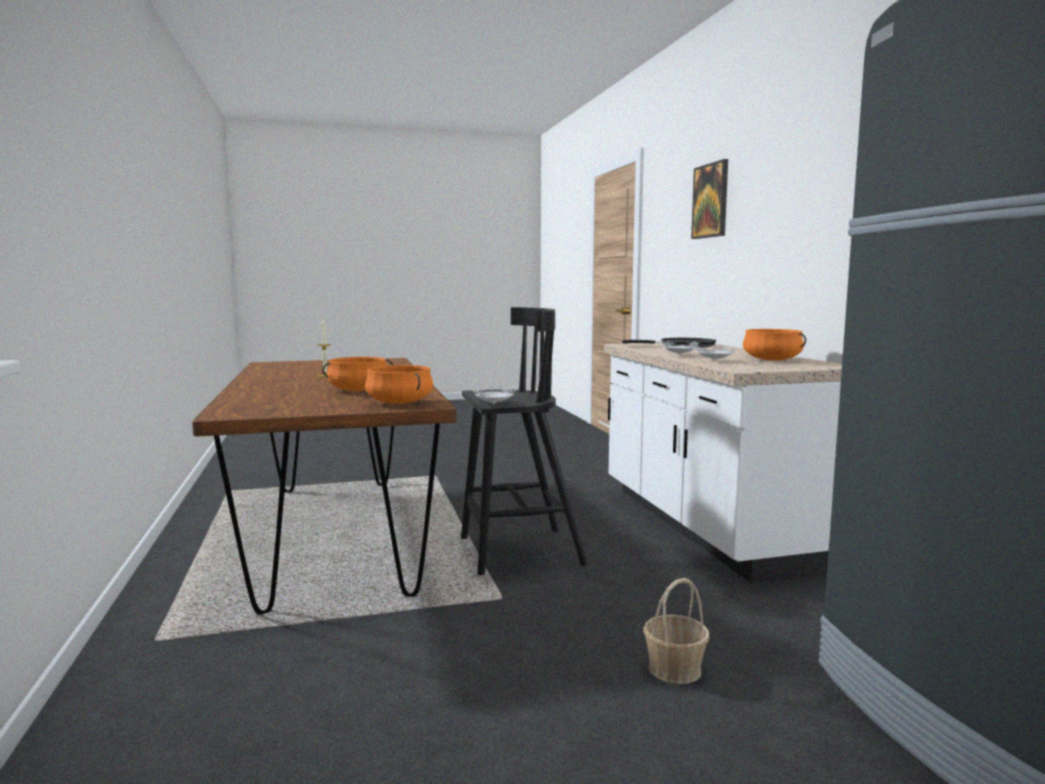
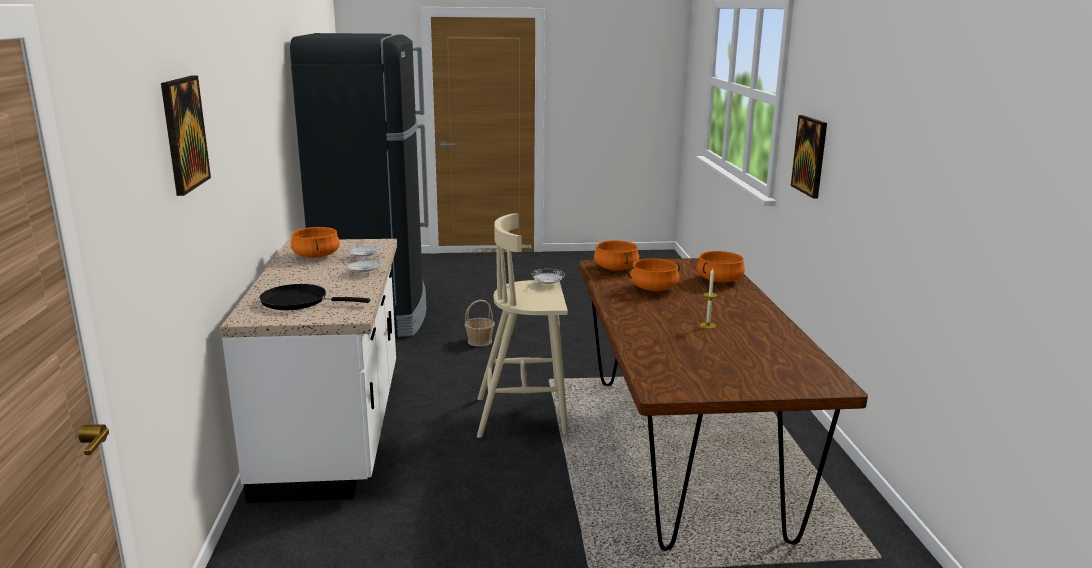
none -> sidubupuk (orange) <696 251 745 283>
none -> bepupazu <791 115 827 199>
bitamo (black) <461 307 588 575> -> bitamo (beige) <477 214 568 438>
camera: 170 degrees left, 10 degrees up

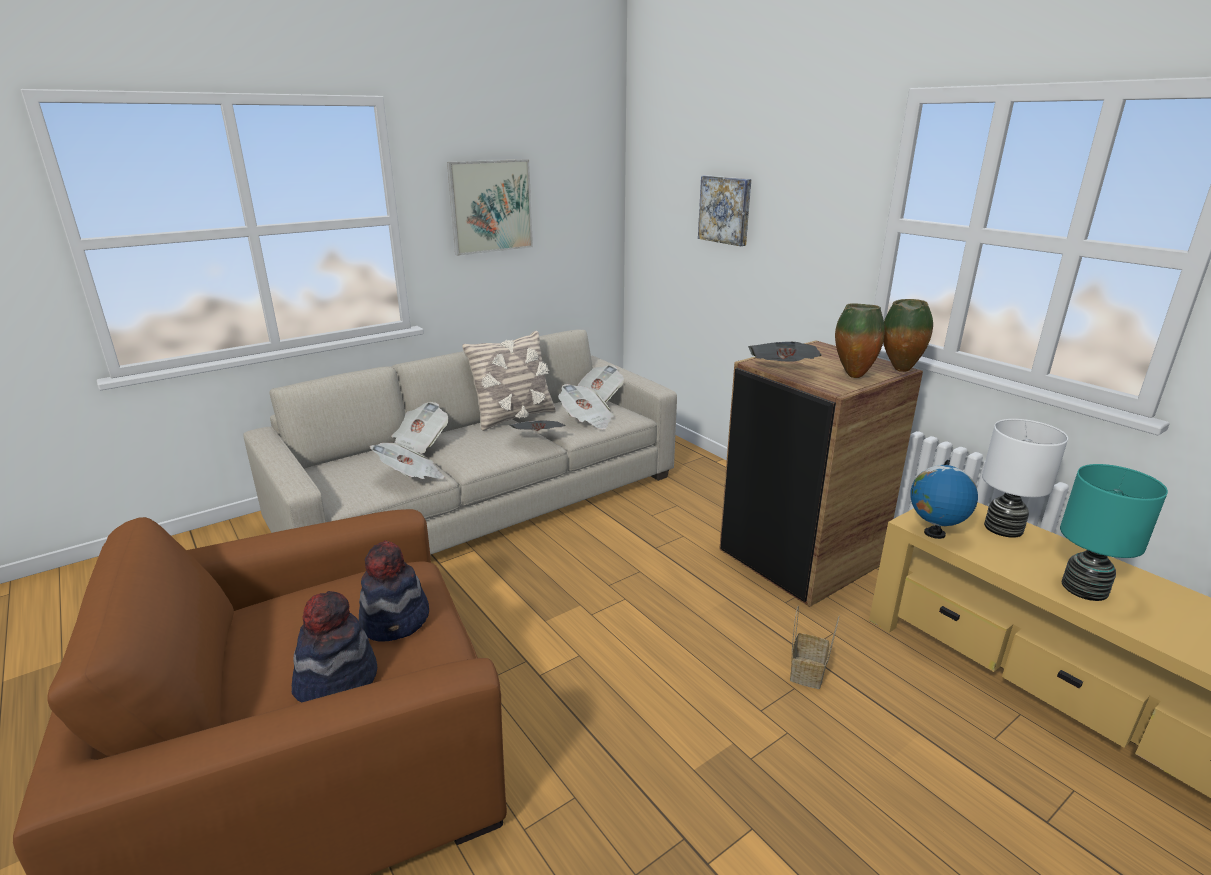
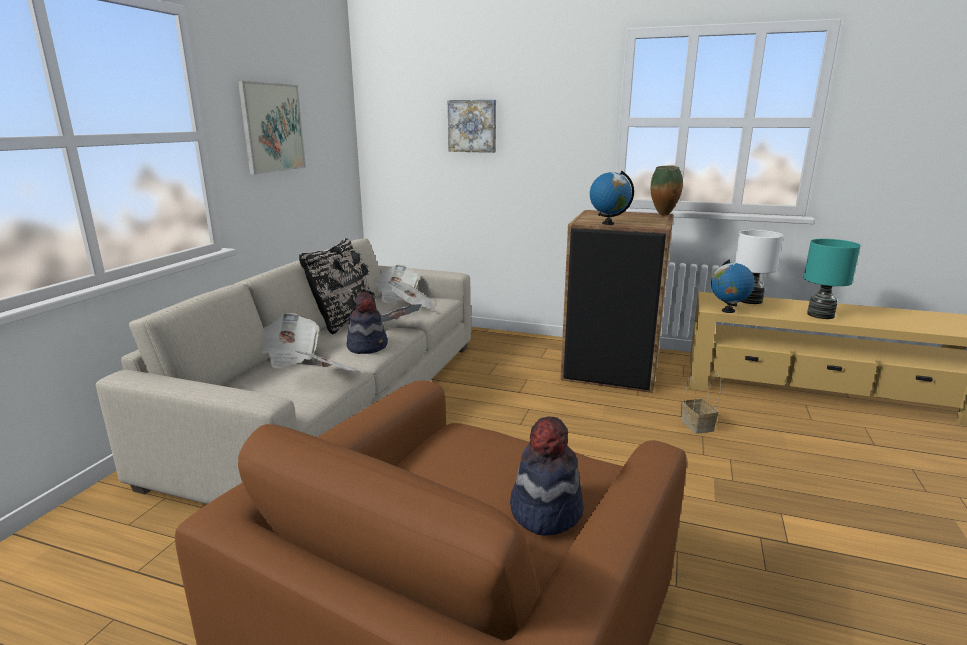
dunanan <835 303 885 378> -> none
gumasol <359 540 429 642> -> gumasol <347 292 388 354>, shifted
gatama <748 342 822 362> -> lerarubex <590 170 634 225>
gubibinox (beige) <462 331 556 431> -> gubibinox (black) <299 238 375 334>
camera: 35 degrees left, 5 degrees down

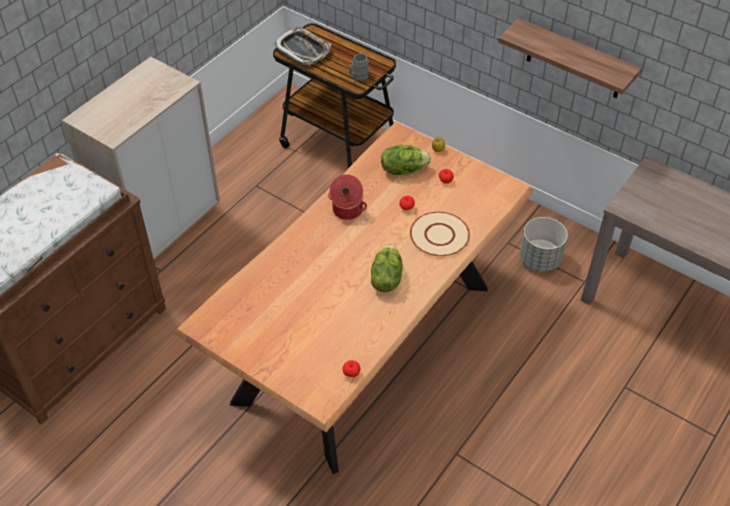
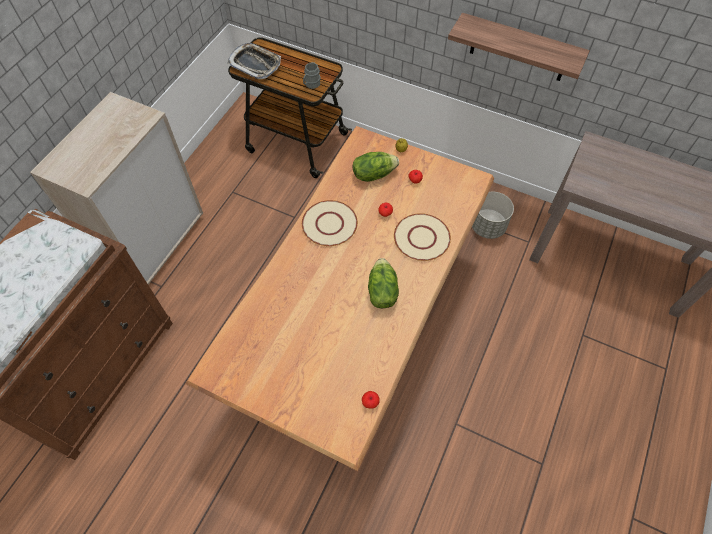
sidubupuk <328 174 367 220> -> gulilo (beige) <302 200 358 246>
camera: 10 degrees left, 10 degrees up

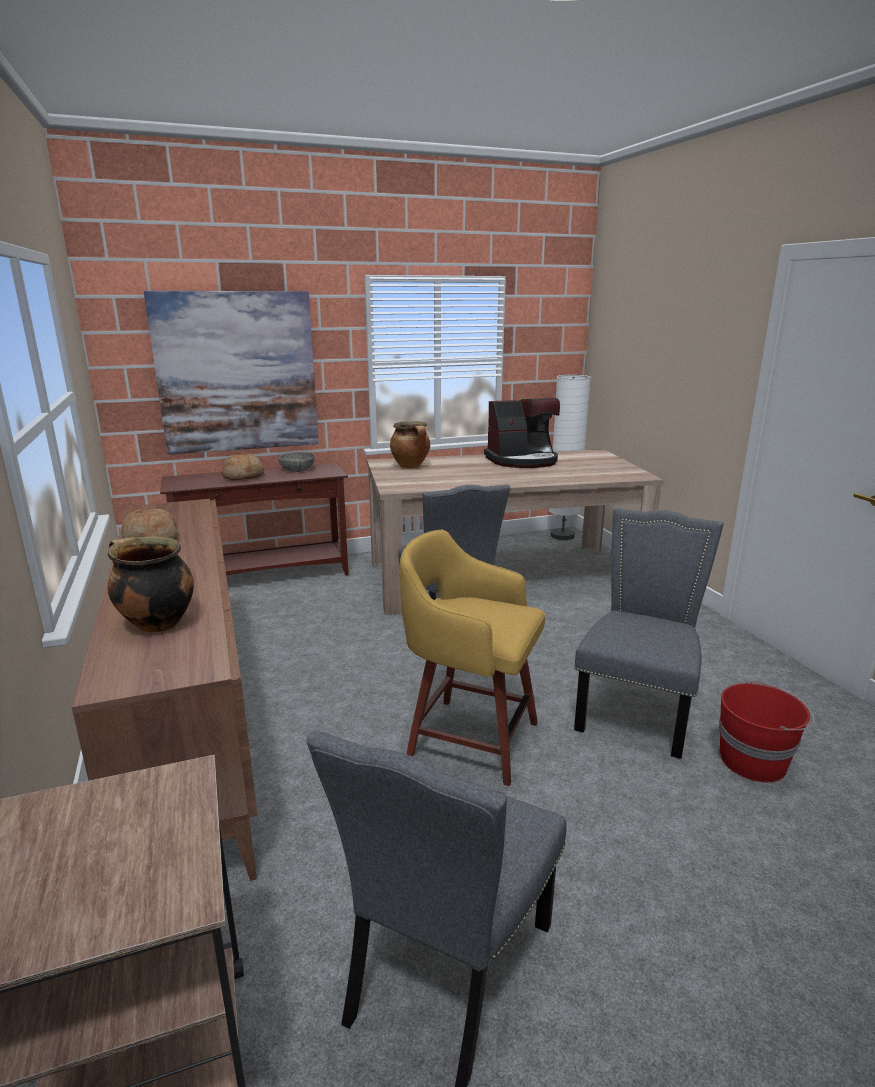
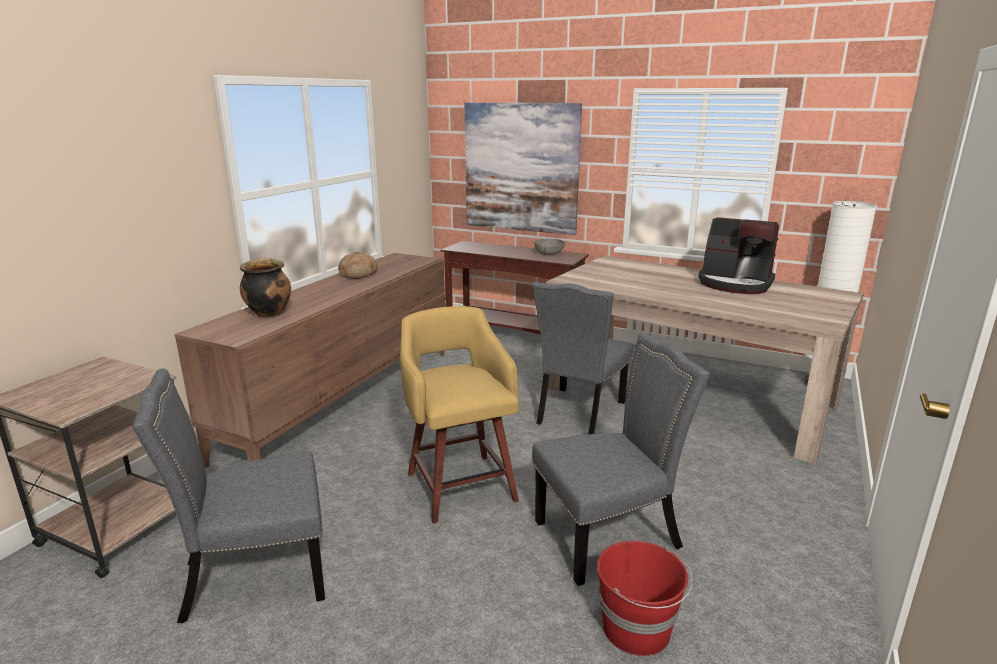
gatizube <222 453 264 480> -> none
sidubupuk <390 421 430 468> -> none
camera: 45 degrees right, 0 degrees up

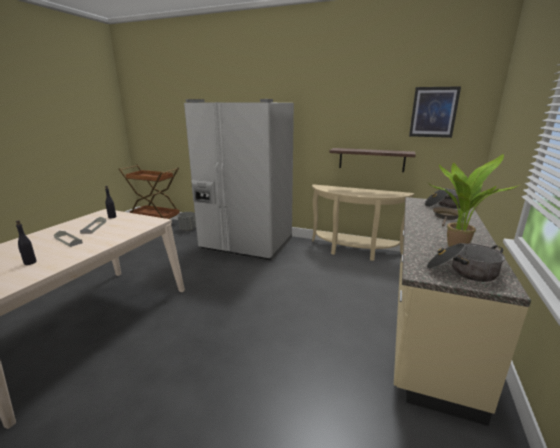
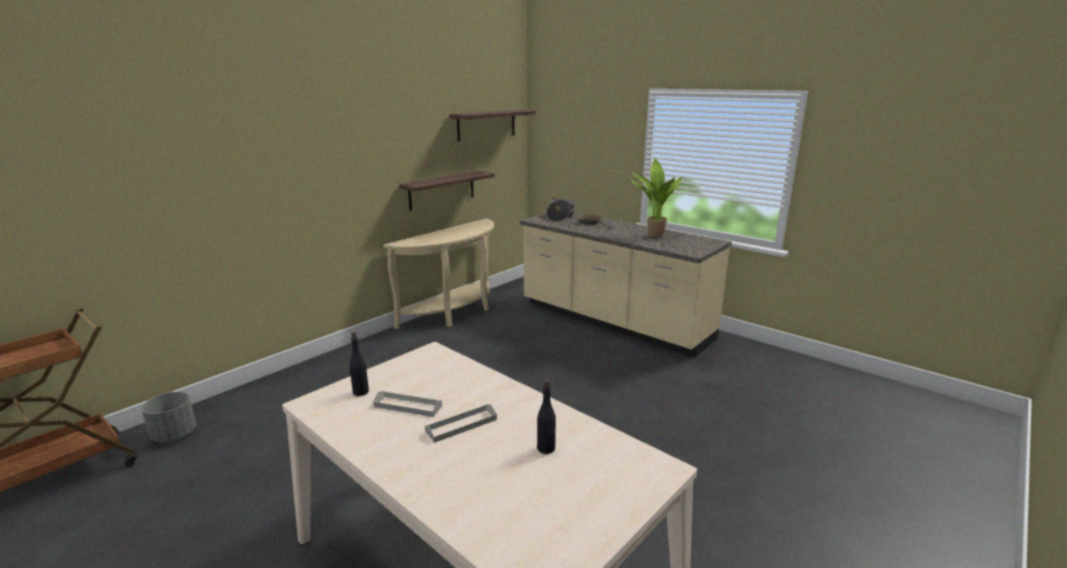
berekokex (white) <184 99 294 261> -> none
sidubupuk <426 243 505 282> -> none
bepupazu <409 86 461 138> -> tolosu <449 110 536 141>
camera: 70 degrees left, 0 degrees up

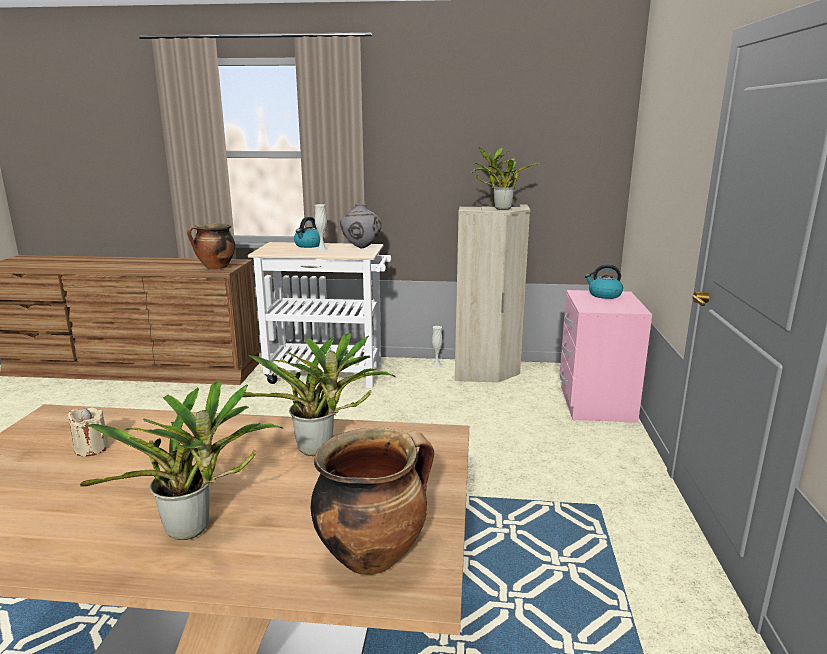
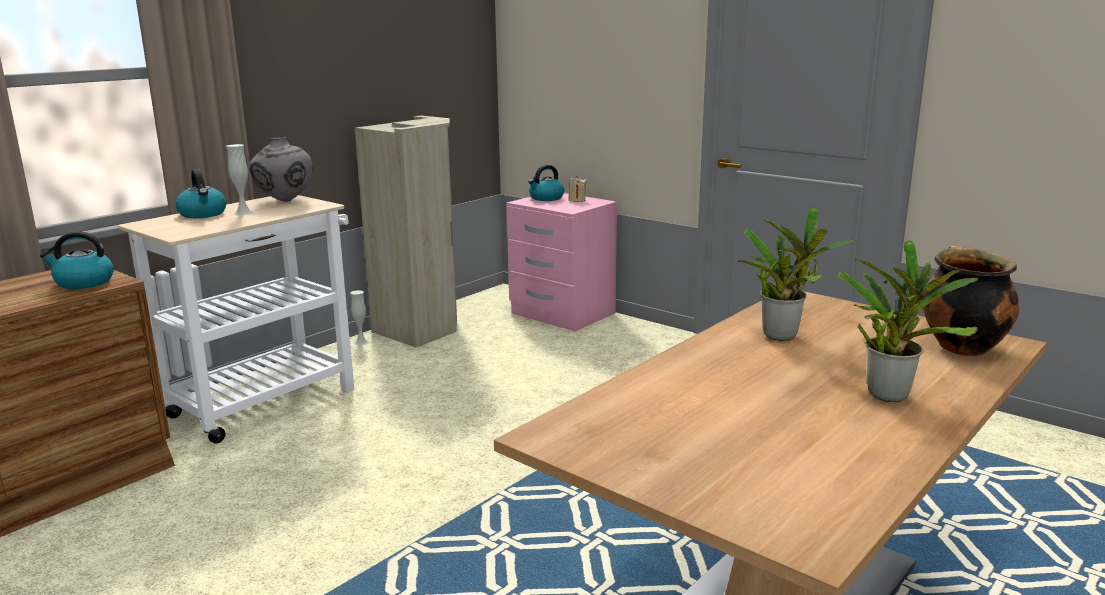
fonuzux <471 147 540 210> -> none
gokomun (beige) <68 408 109 456> -> gokomun (beige) <568 176 586 202>, shifted
sidubupuk <187 223 235 269> -> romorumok <40 231 114 289>
camera: 55 degrees left, 0 degrees up

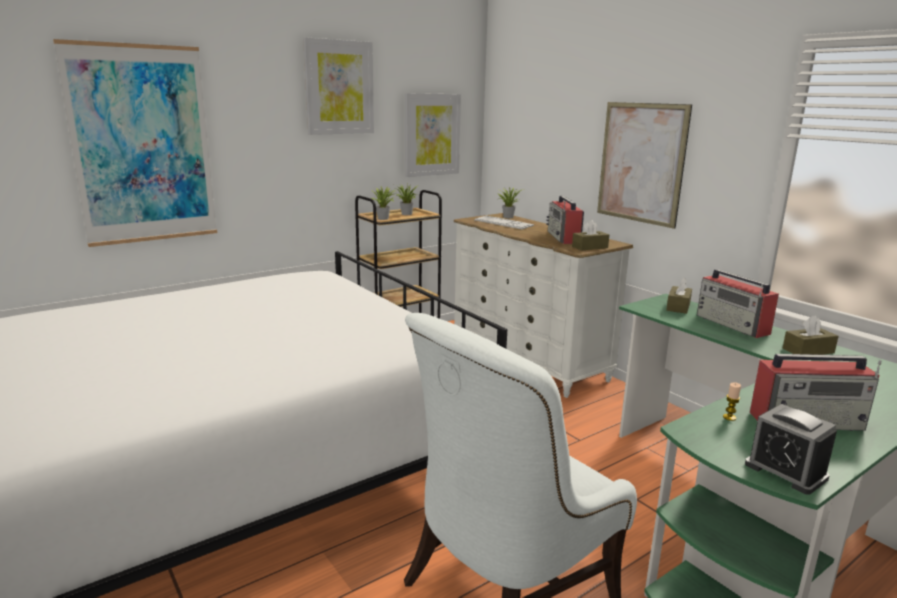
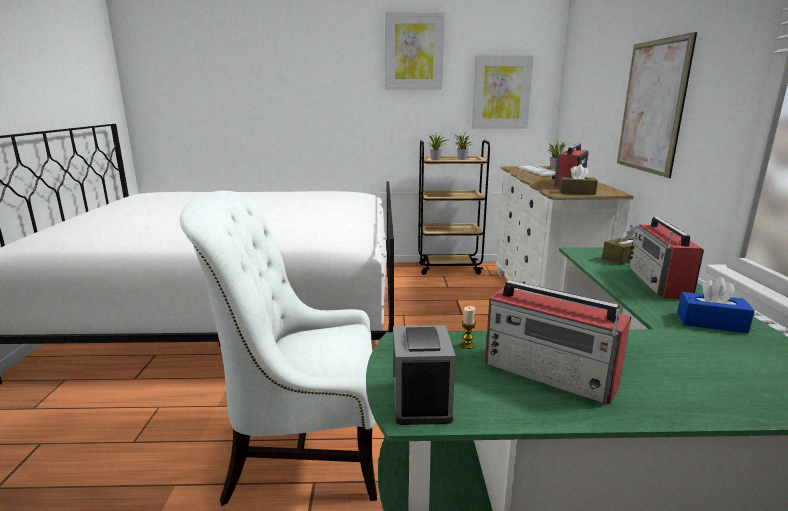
bepupazu <53 39 217 247> -> none
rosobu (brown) <783 316 839 355> -> rosobu (blue) <677 277 755 333>
camera: 35 degrees right, 0 degrees up

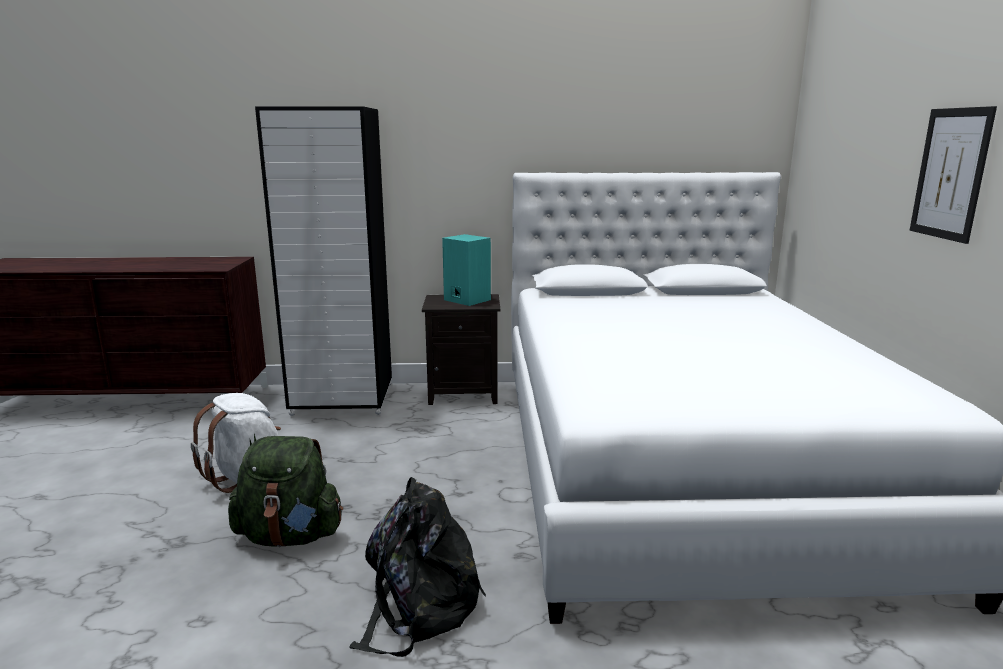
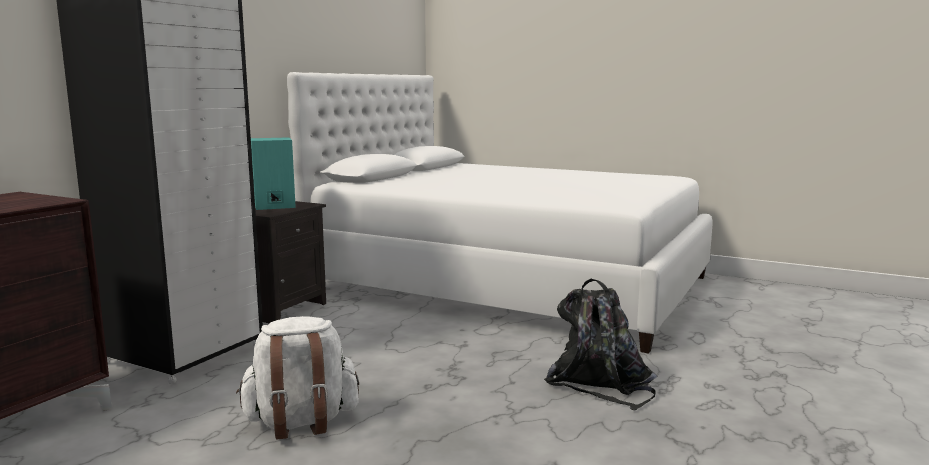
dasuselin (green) <228 436 343 547> -> none
bepupazu <910 106 997 244> -> none
camera: 60 degrees left, 5 degrees down

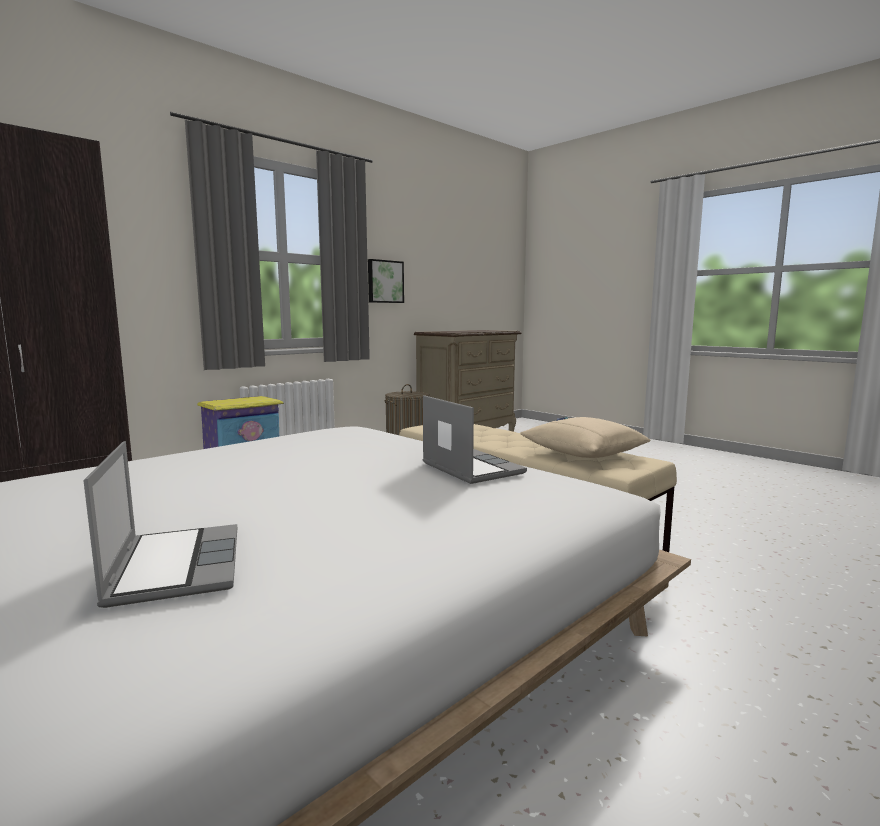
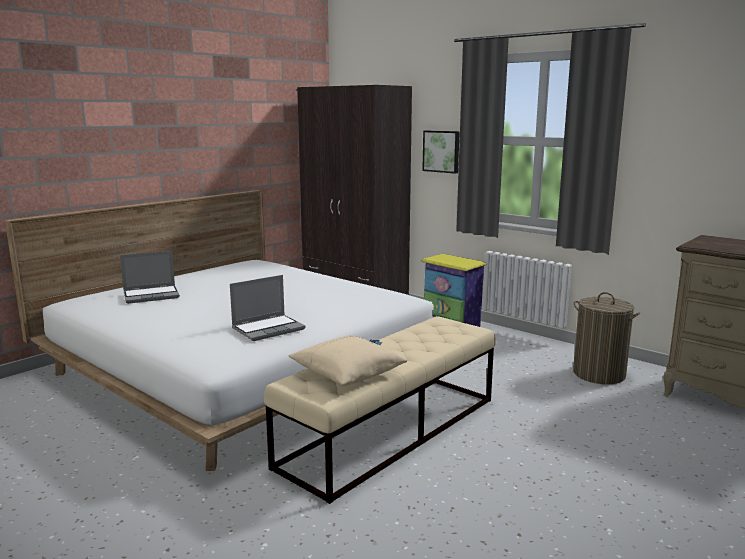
bepupazu <368 259 404 303> -> bepupazu <422 130 460 174>, shifted
camera: 85 degrees right, 5 degrees up

